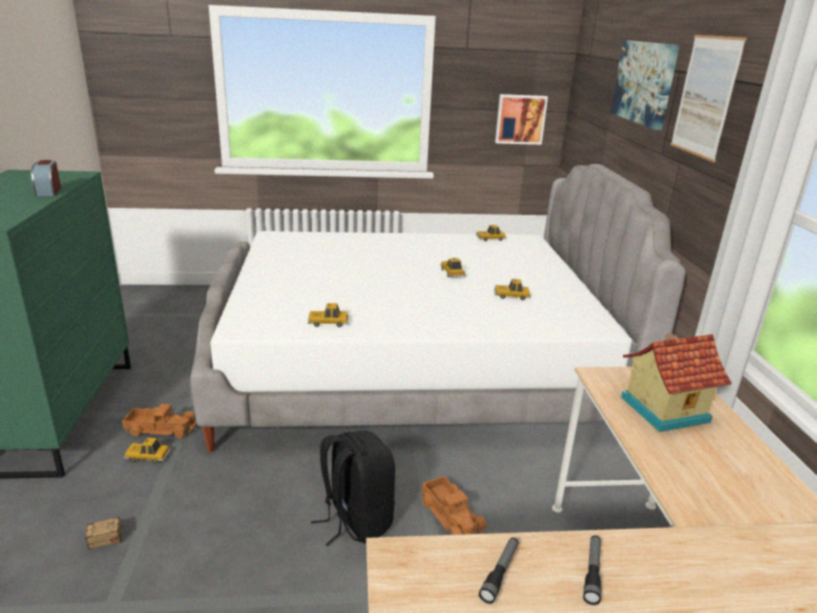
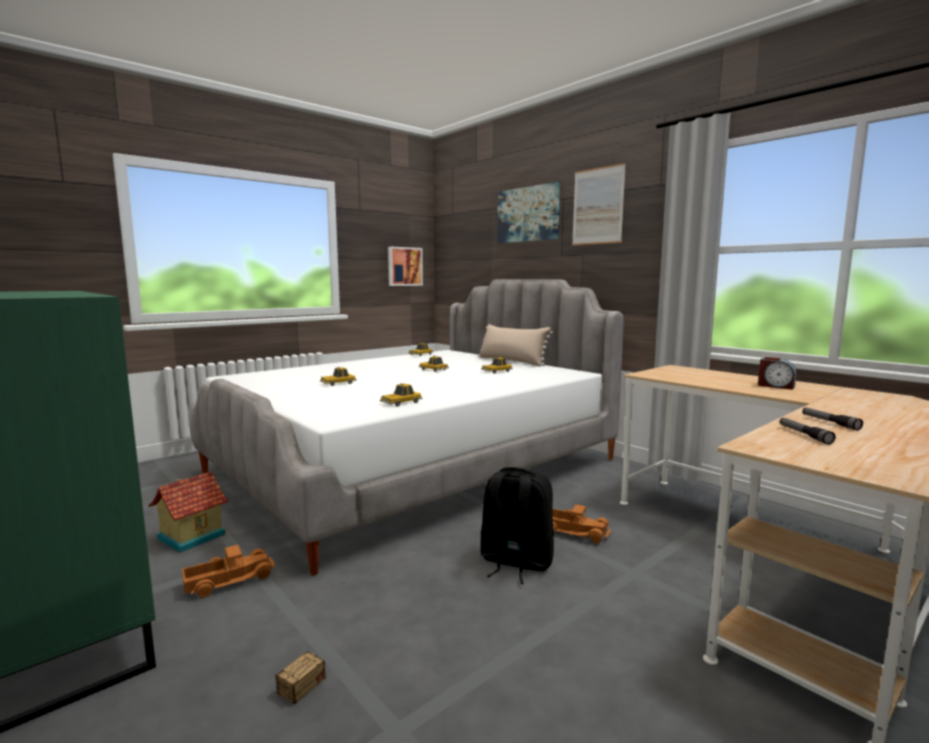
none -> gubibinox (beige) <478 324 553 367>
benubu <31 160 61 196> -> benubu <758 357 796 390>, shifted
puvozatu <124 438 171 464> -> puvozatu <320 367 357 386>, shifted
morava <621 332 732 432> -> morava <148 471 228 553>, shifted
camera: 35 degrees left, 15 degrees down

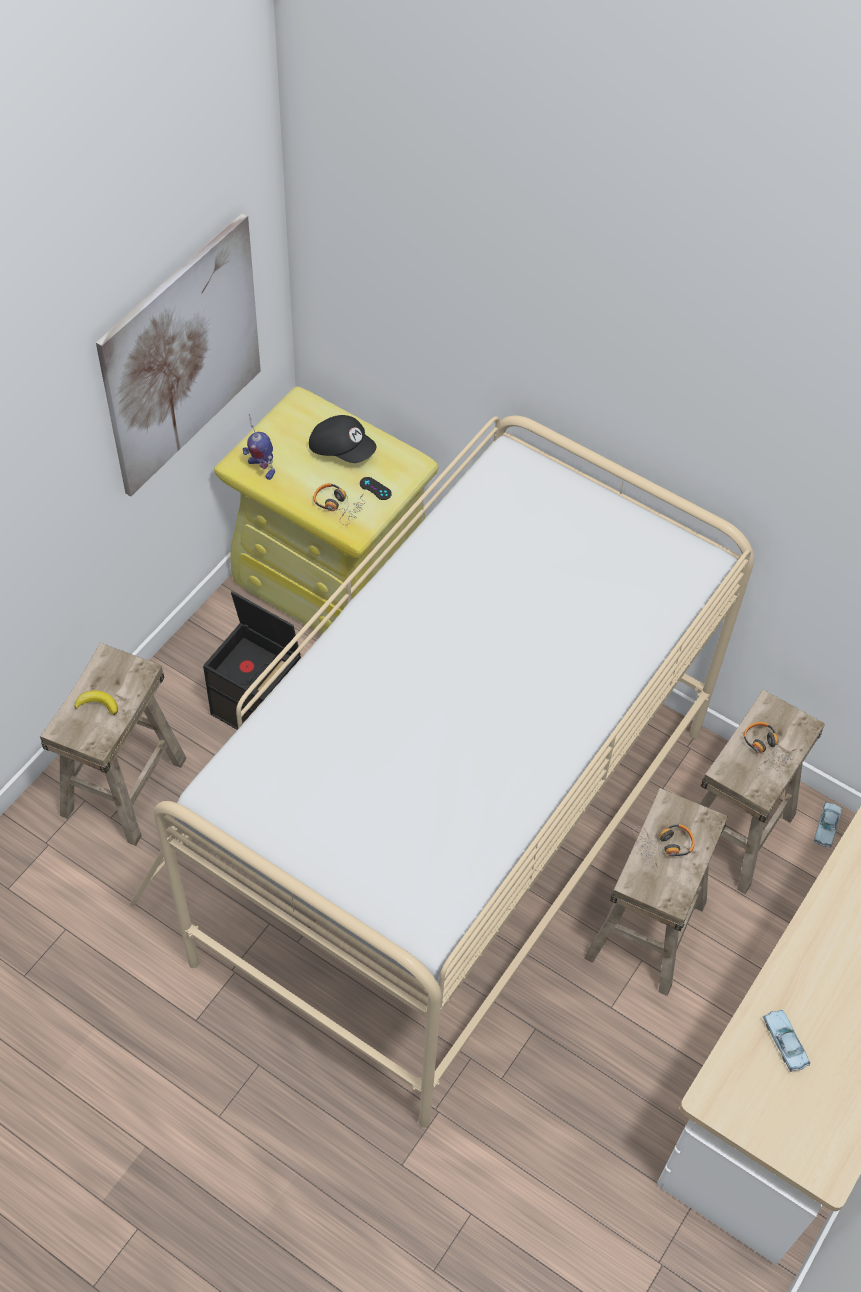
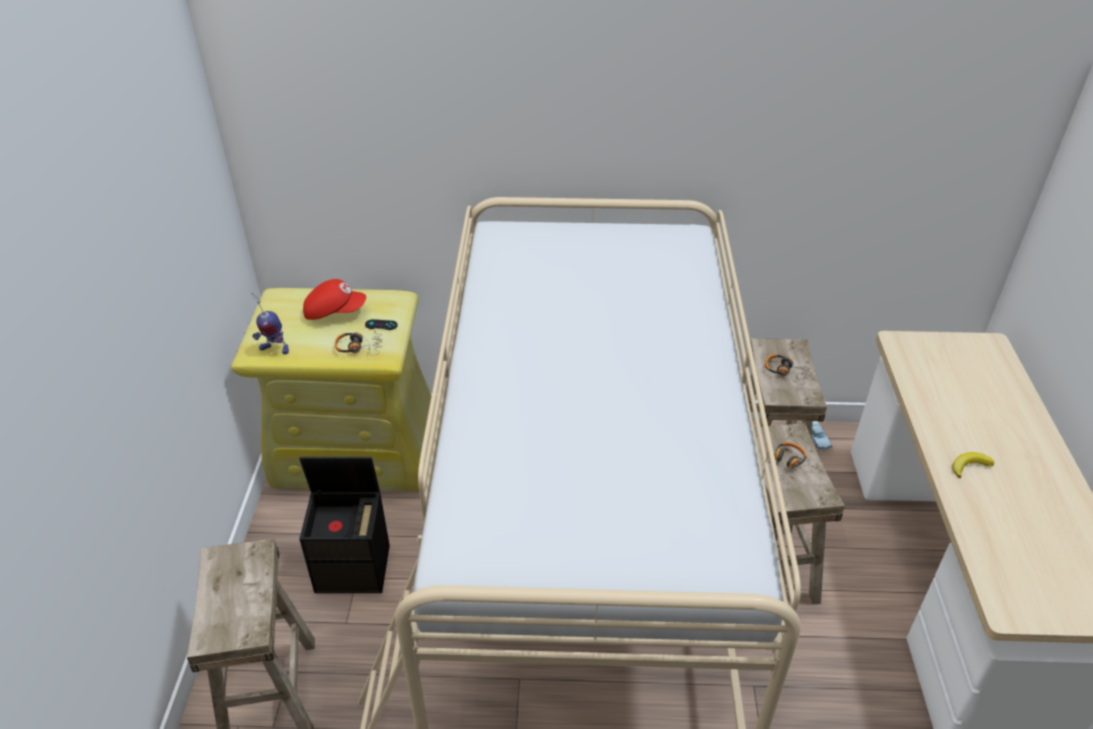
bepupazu <96 213 261 496> -> none
puvozatu (blue) <762 1010 810 1072> -> none
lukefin <74 690 118 715> -> lukefin <952 452 994 478>, shifted
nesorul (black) <309 415 376 463> -> nesorul (red) <303 279 366 320>
camera: 30 degrees left, 15 degrees down

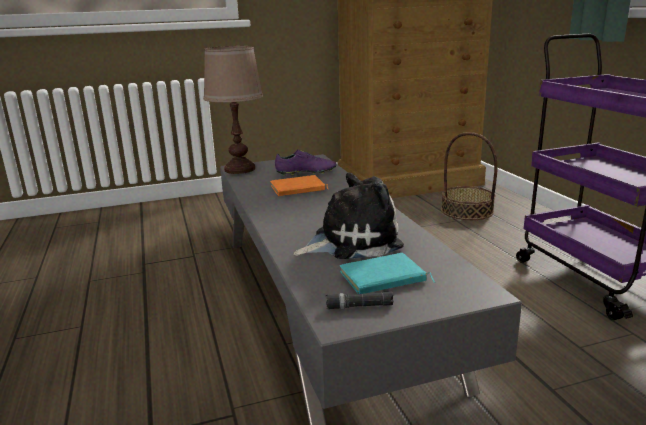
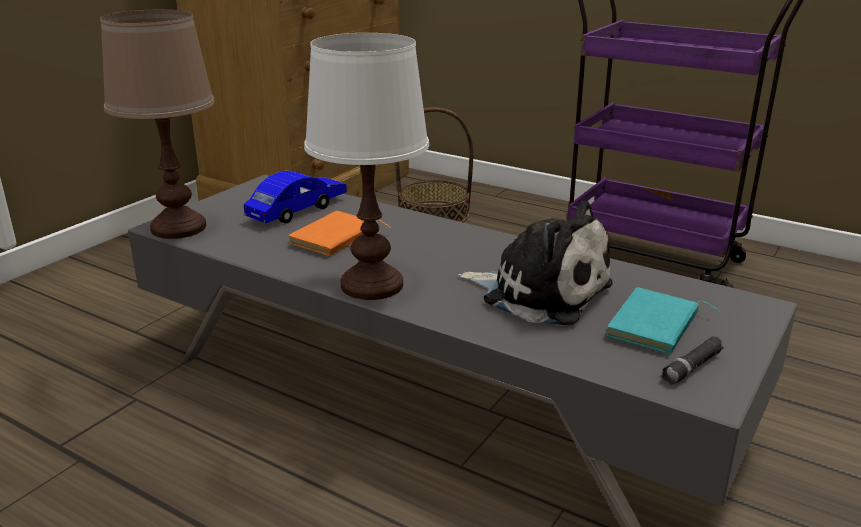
none -> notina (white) <304 33 429 300>
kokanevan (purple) <275 149 336 176> -> puvozatu (blue) <244 171 347 224>
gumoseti <294 173 404 259> -> gumoseti <458 200 613 326>, 90 degrees clockwise
camera: 40 degrees left, 5 degrees up

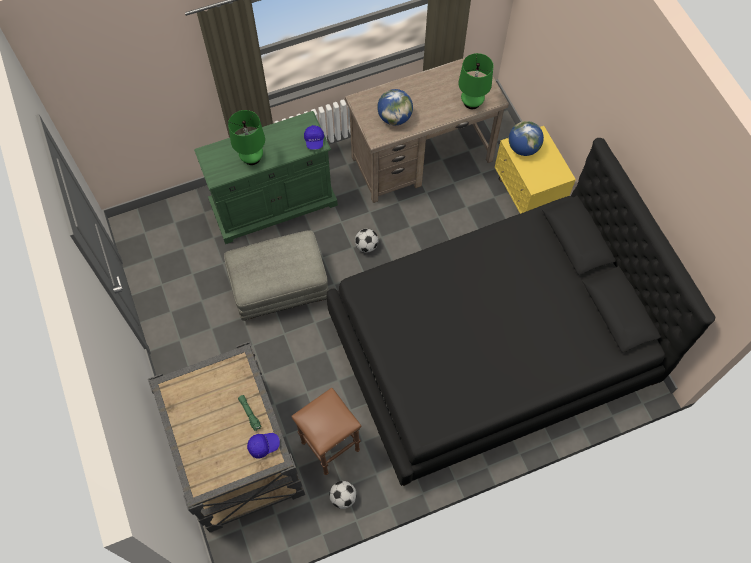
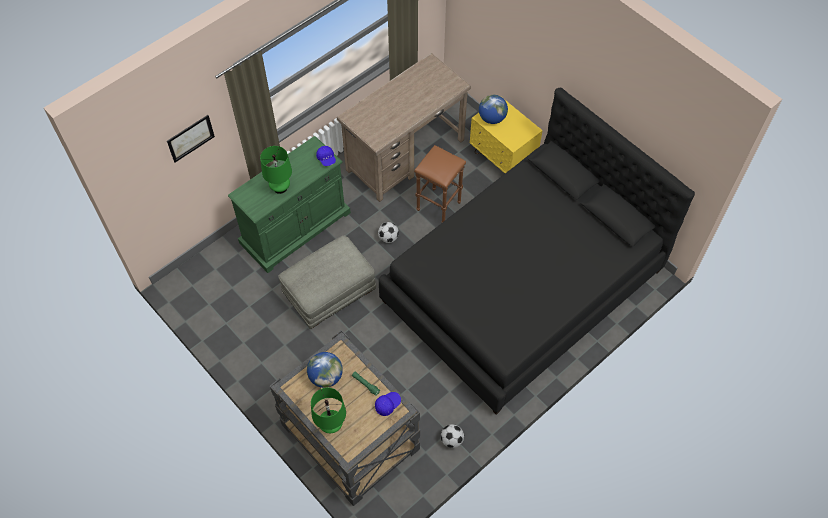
none -> bepupazu <167 115 215 162>
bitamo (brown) <291 388 361 475> -> bitamo (brown) <414 145 466 223>, shifted
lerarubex <377 89 413 125> -> lerarubex <307 352 343 388>, shifted
notina (green) <458 53 493 109> -> notina (green) <311 388 346 433>, shifted
camera: 20 degrees left, 5 degrees down

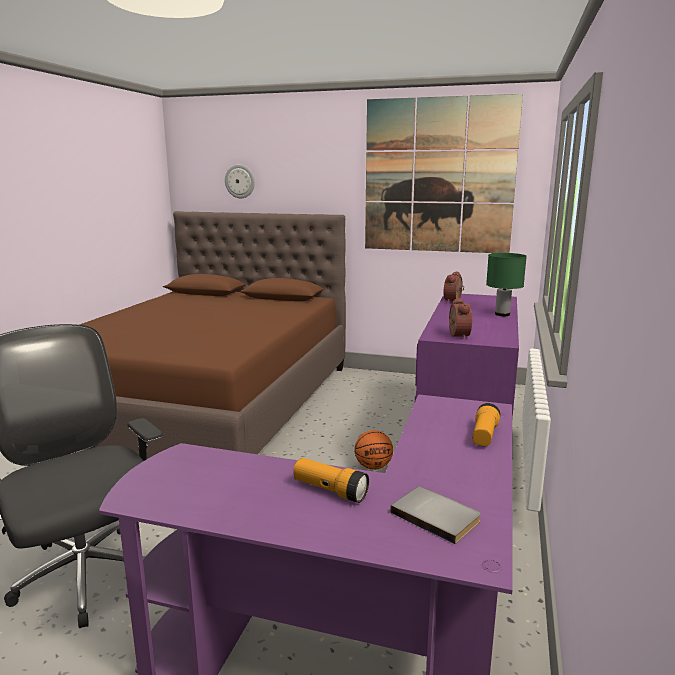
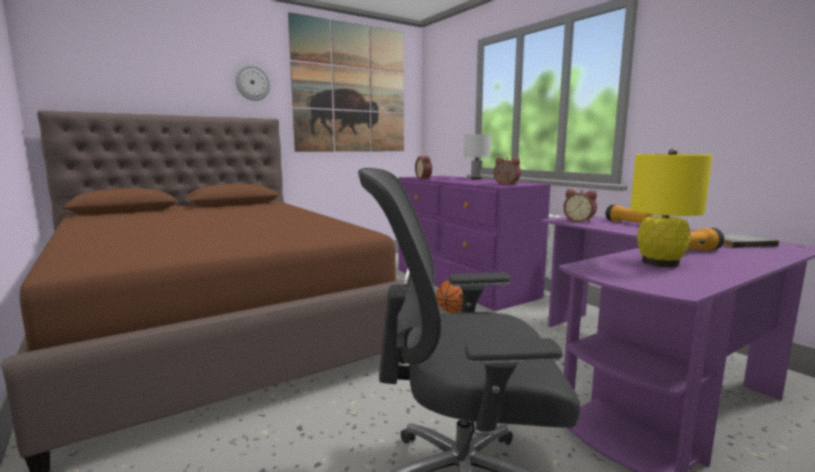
none -> benubu <563 189 597 223>
none -> notina (yellow) <630 149 712 267>
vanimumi <225 164 255 198> -> vanimumi <235 65 271 101>, shifted
notina (green) <486 253 527 316> -> notina (white) <464 134 491 180>
camera: 50 degrees left, 5 degrees down

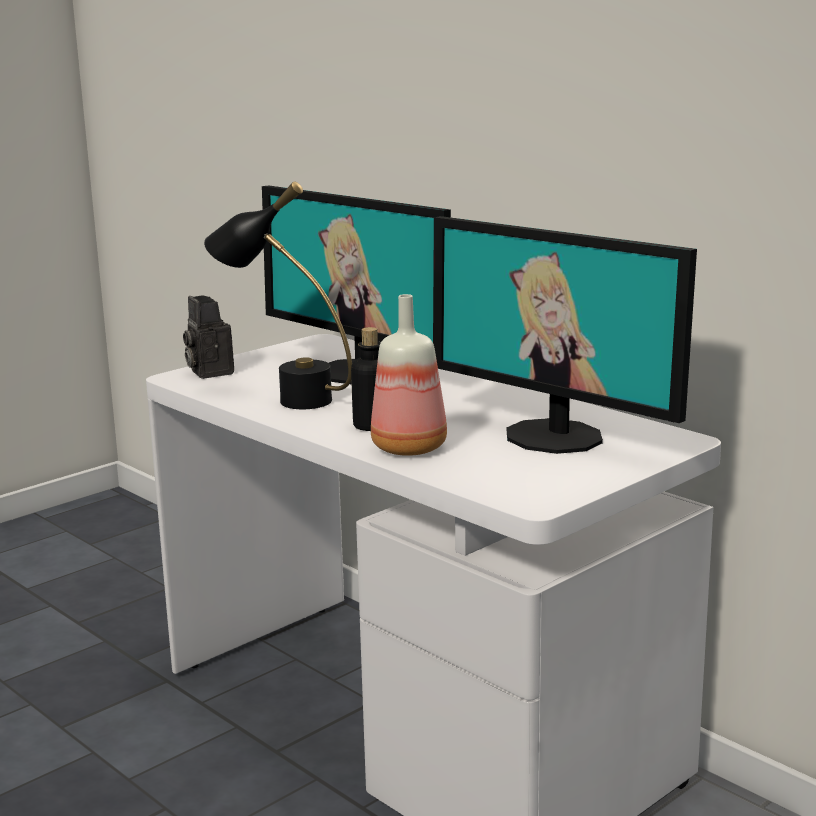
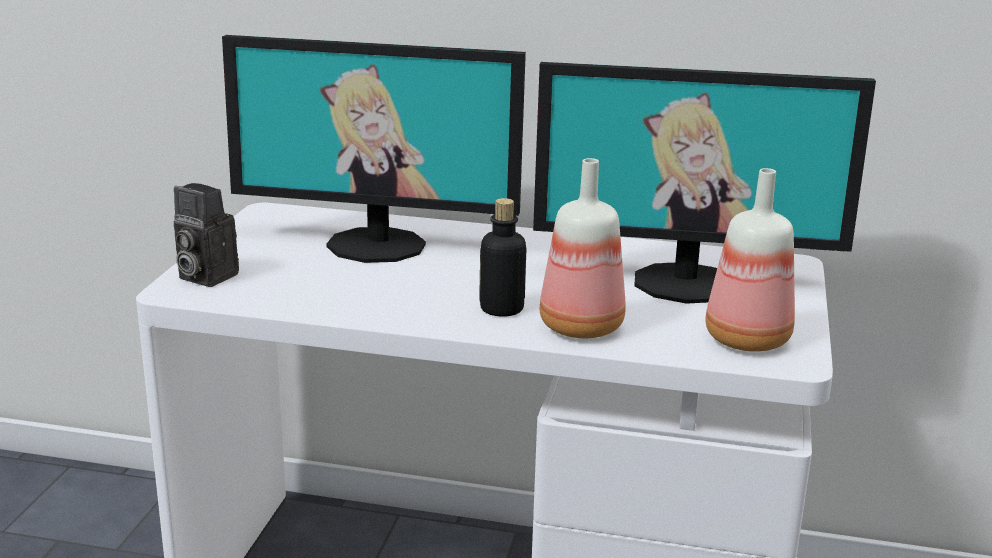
notina (black) <204 182 352 409> -> none
none -> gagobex <705 168 795 352>
camera: 35 degrees left, 5 degrees up

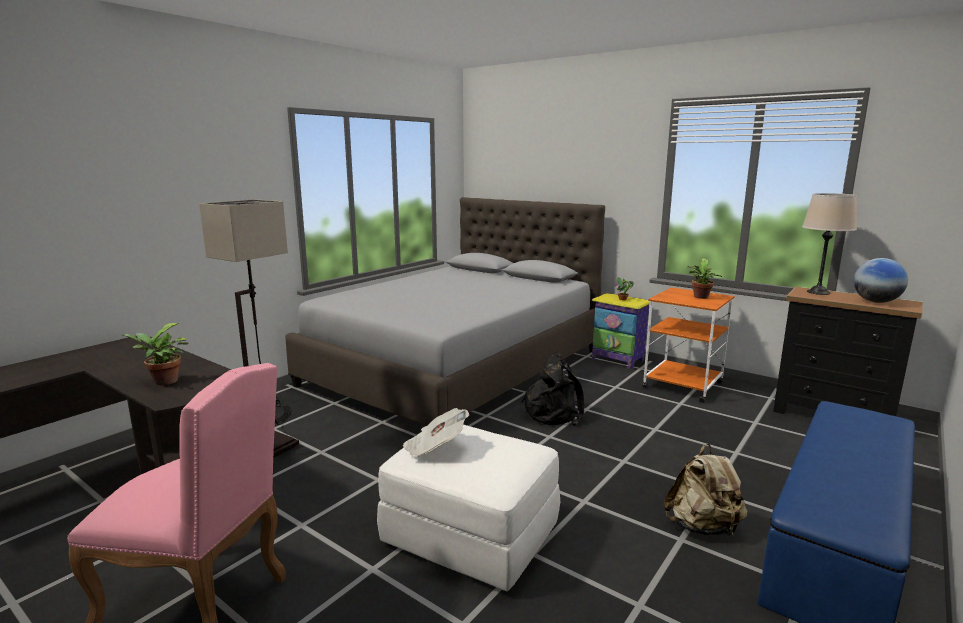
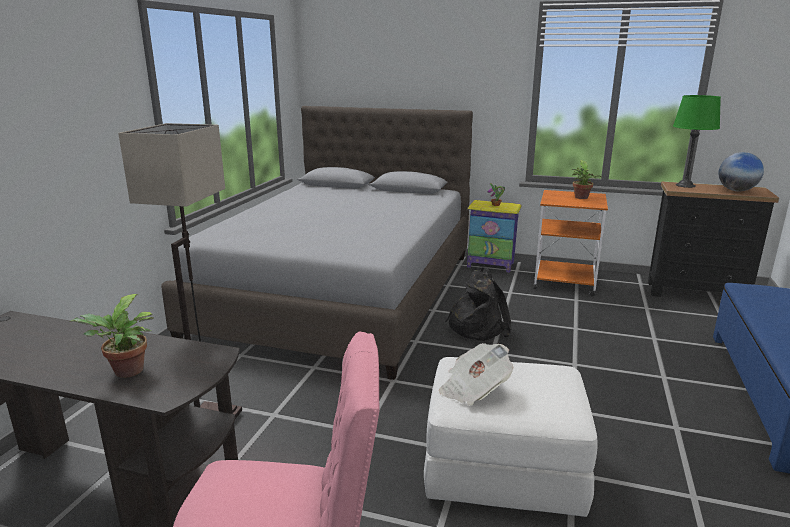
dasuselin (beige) <664 444 748 537> -> none
notina (beige) <802 193 857 295> -> notina (green) <673 95 721 188>
camera: 20 degrees left, 5 degrees up

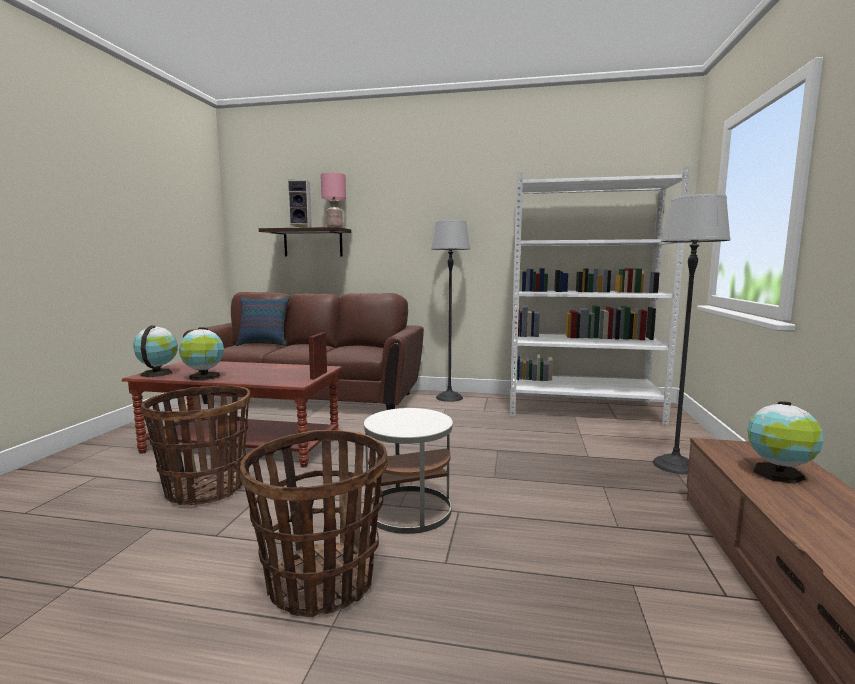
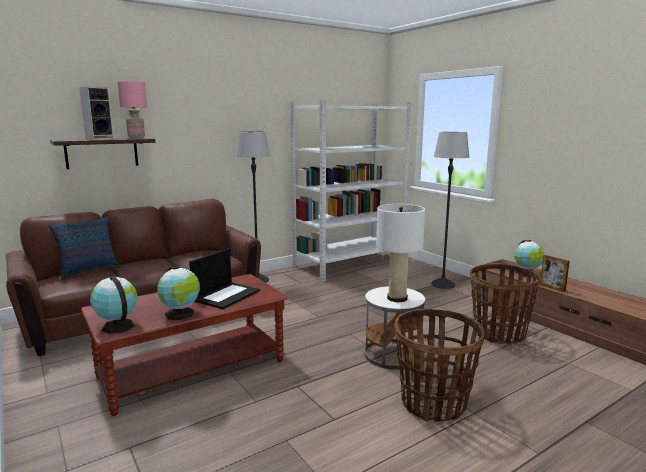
none -> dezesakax <189 248 260 309>
none -> notina (white) <376 204 425 302>
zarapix <141 385 250 505> -> zarapix <470 264 541 344>, shifted
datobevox <309 333 327 379> -> datobevox <541 255 570 292>, shifted
camera: 45 degrees left, 5 degrees up

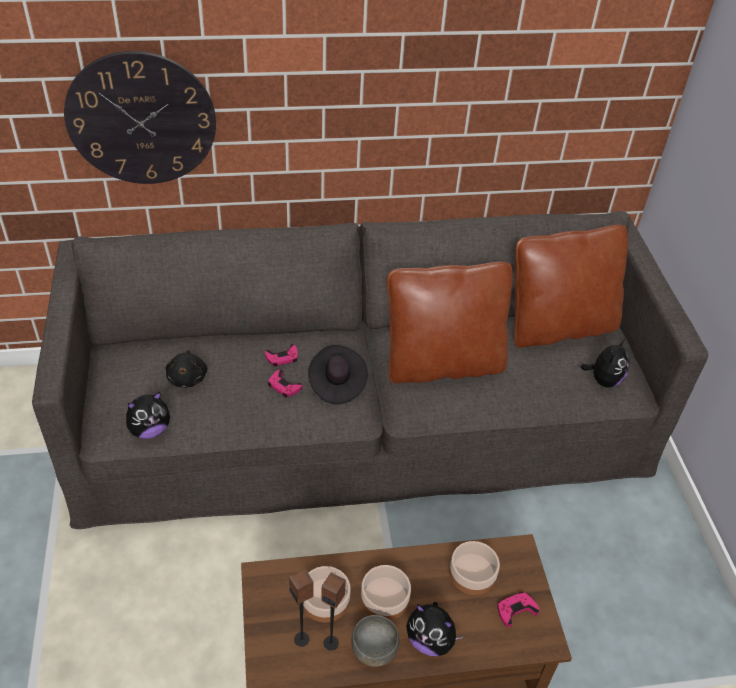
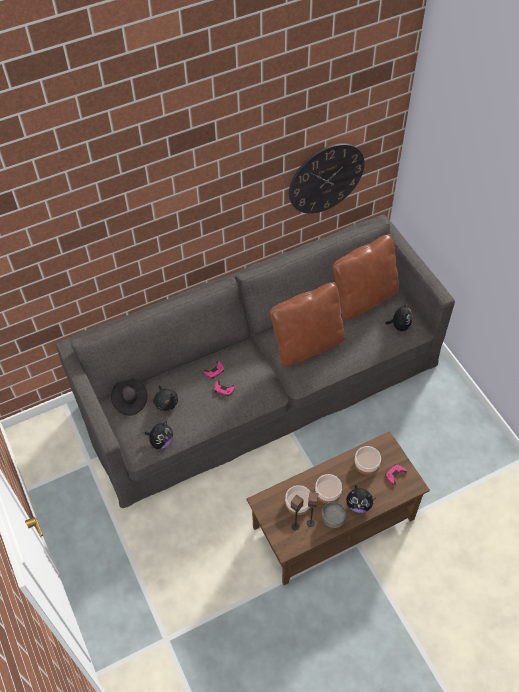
vanimumi <64 51 216 184> -> vanimumi <289 143 364 214>, shifted
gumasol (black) <308 345 368 405> -> gumasol (black) <111 379 148 416>, shifted
camera: 15 degrees left, 10 degrees up

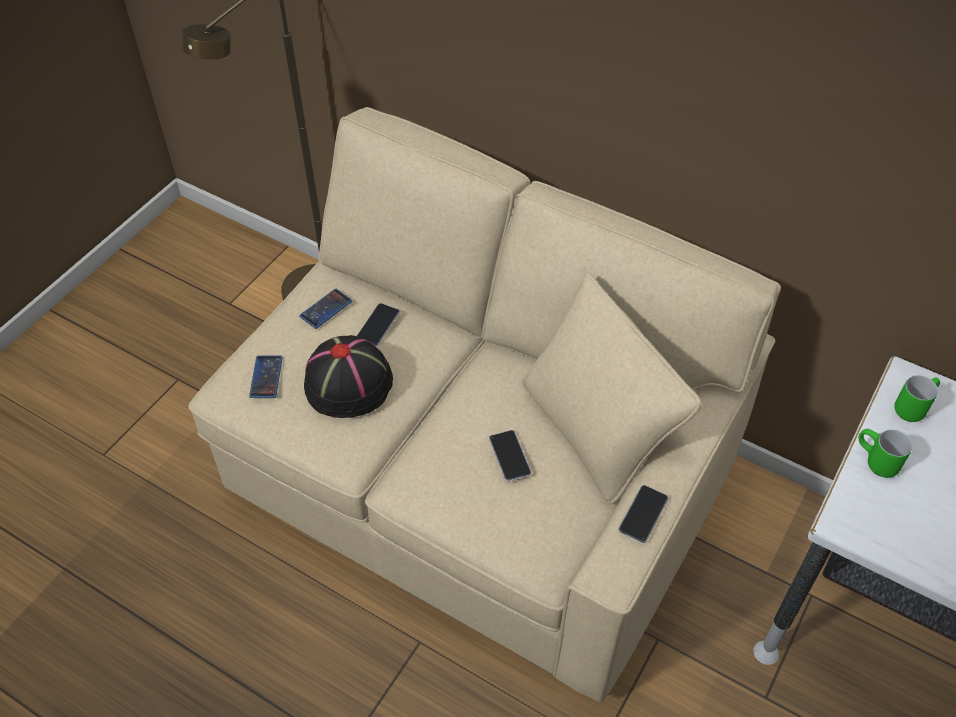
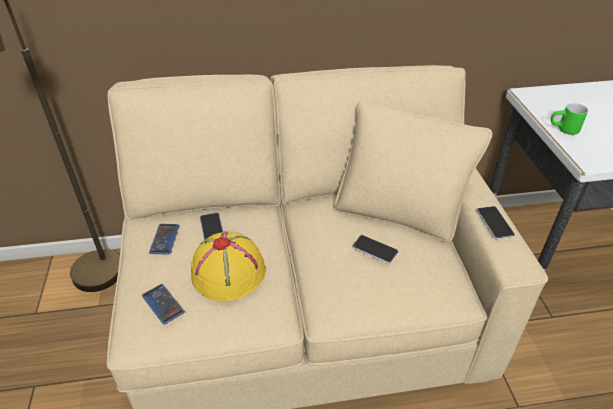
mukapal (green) <894 375 940 422> -> none
gumasol (black) <304 335 393 418> -> gumasol (yellow) <191 232 266 302>
camera: 40 degrees left, 10 degrees down

